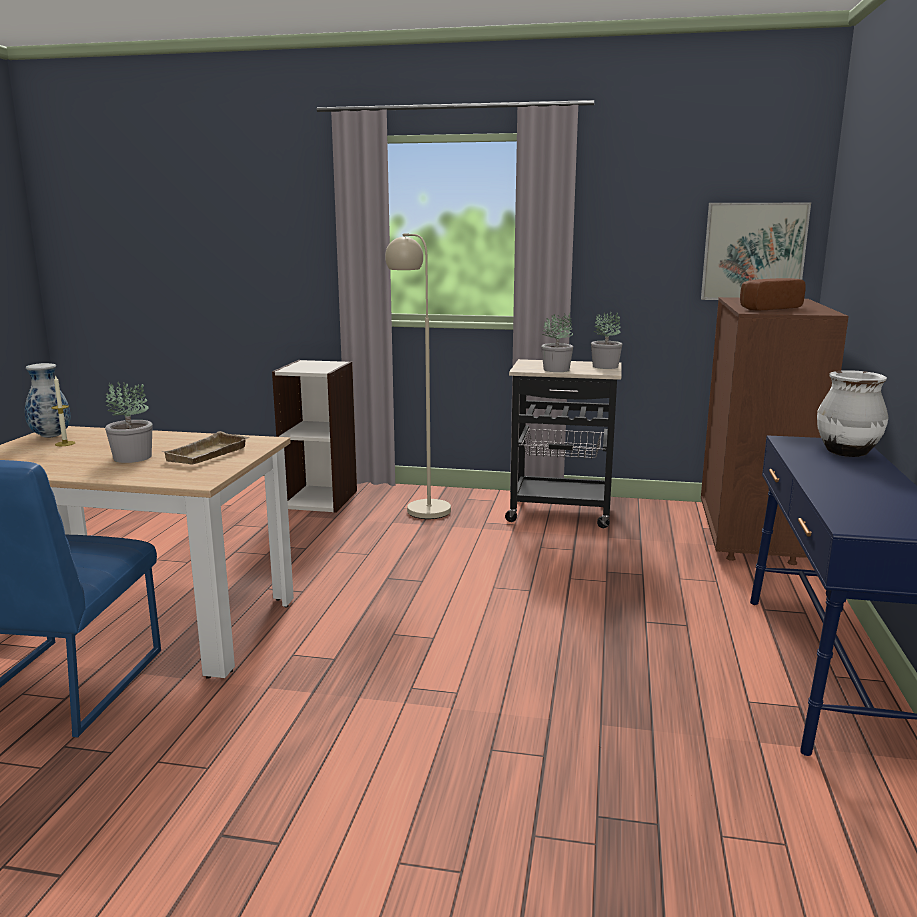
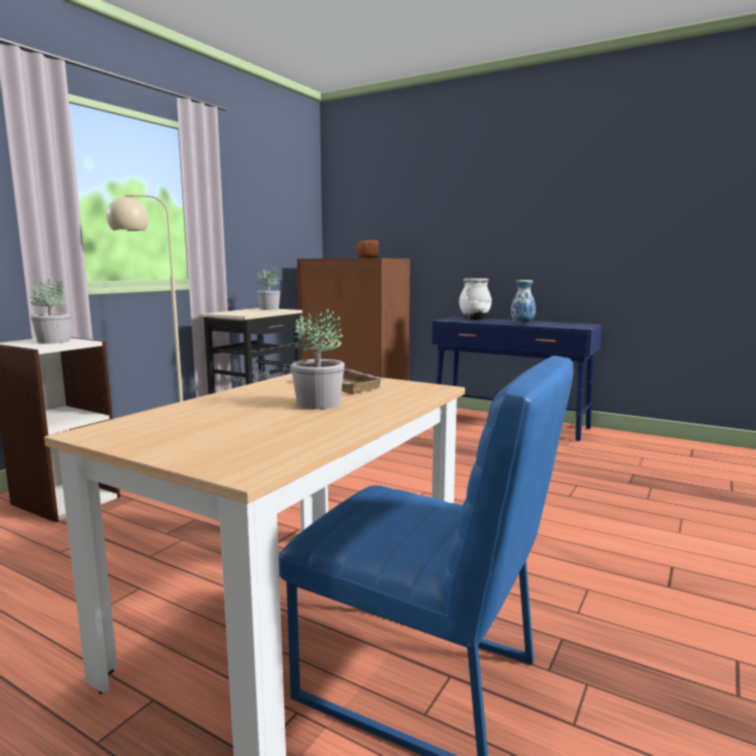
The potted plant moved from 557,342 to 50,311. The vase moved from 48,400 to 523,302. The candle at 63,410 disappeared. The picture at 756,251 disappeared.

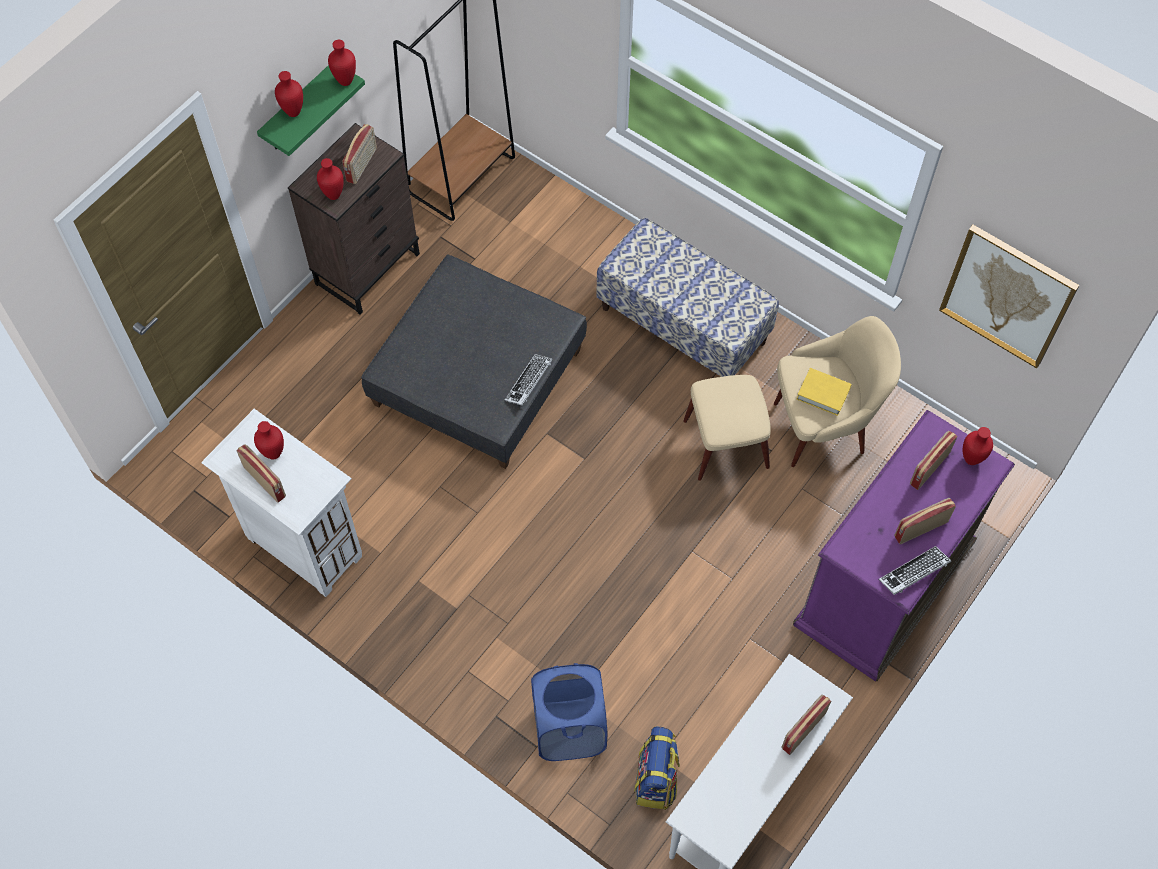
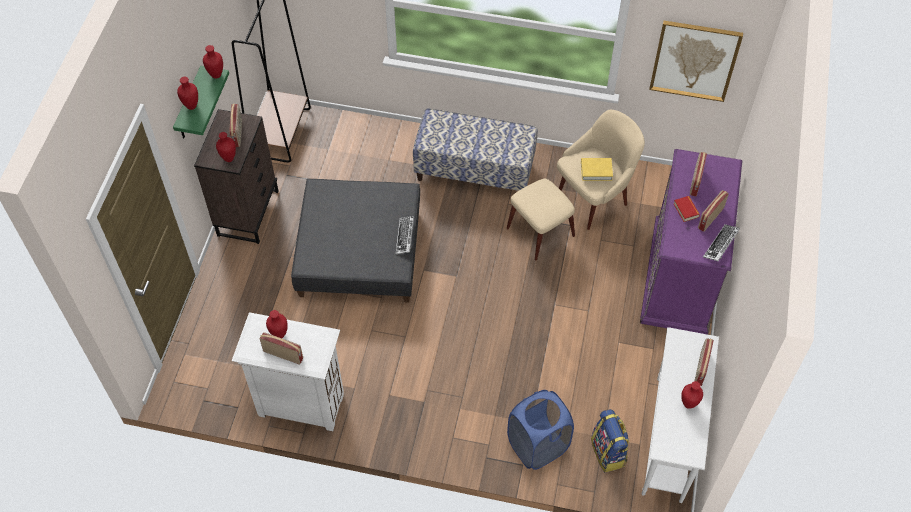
The book at 687,209 appeared. The red vase moved from 978,446 to 692,395.

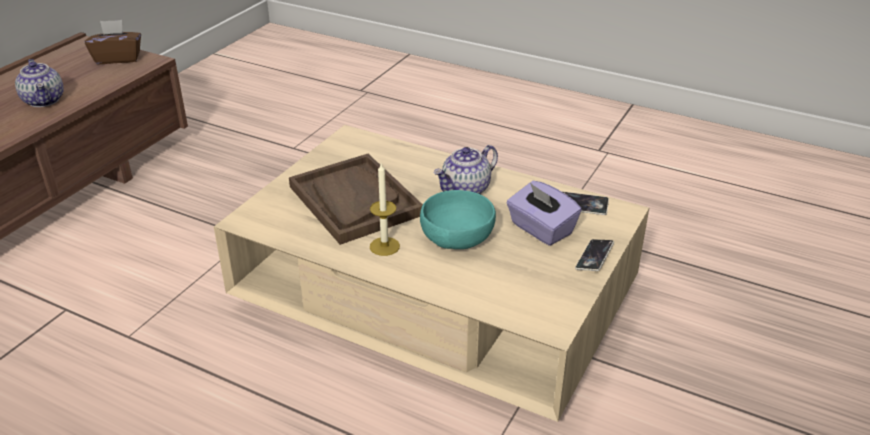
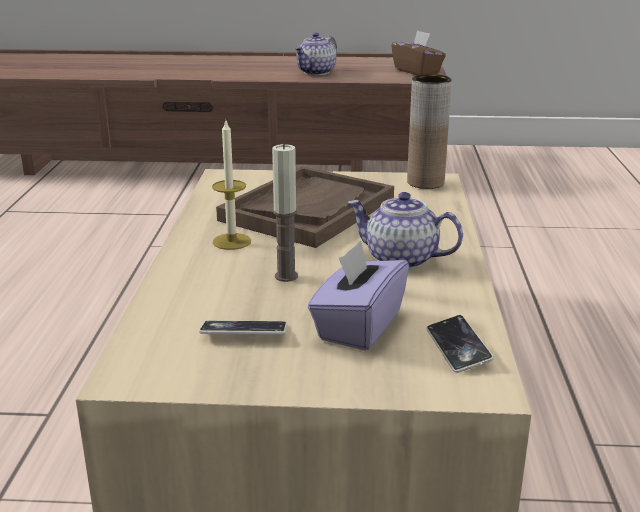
The phone moved from 594,255 to 243,328. The turquoise bowl at 458,219 was replaced by the candle at 285,212. The brown vase at 429,131 appeared.

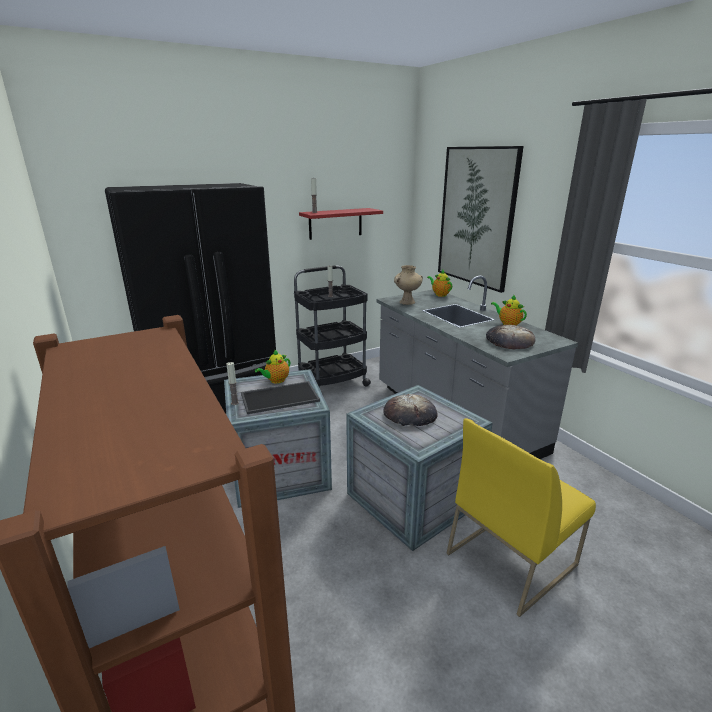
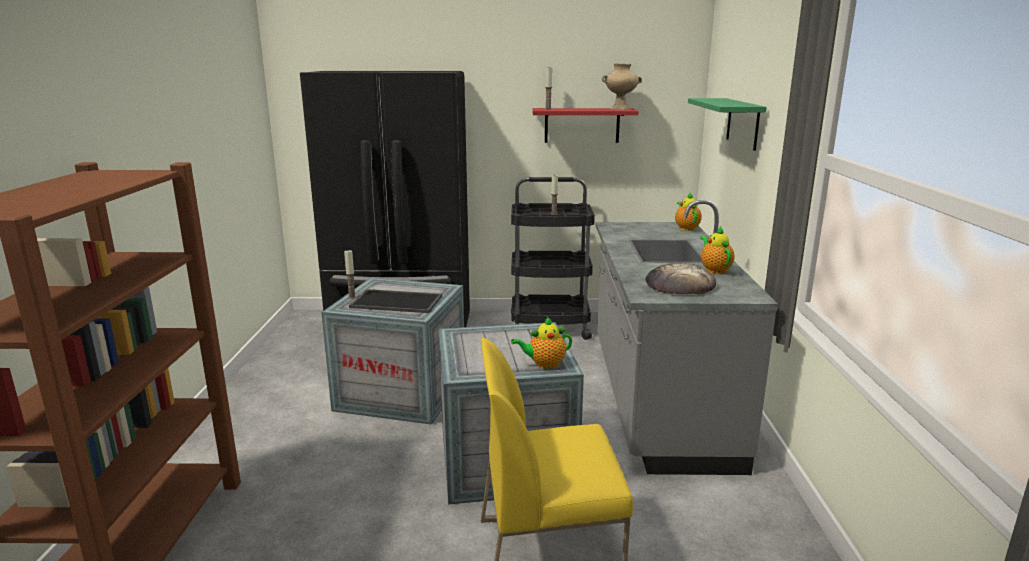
The teapot moved from 272,367 to 541,343. The beige vase moved from 408,285 to 622,87. The picture at 481,219 was replaced by the green shelf at 727,124. The bread at 410,410 disappeared.

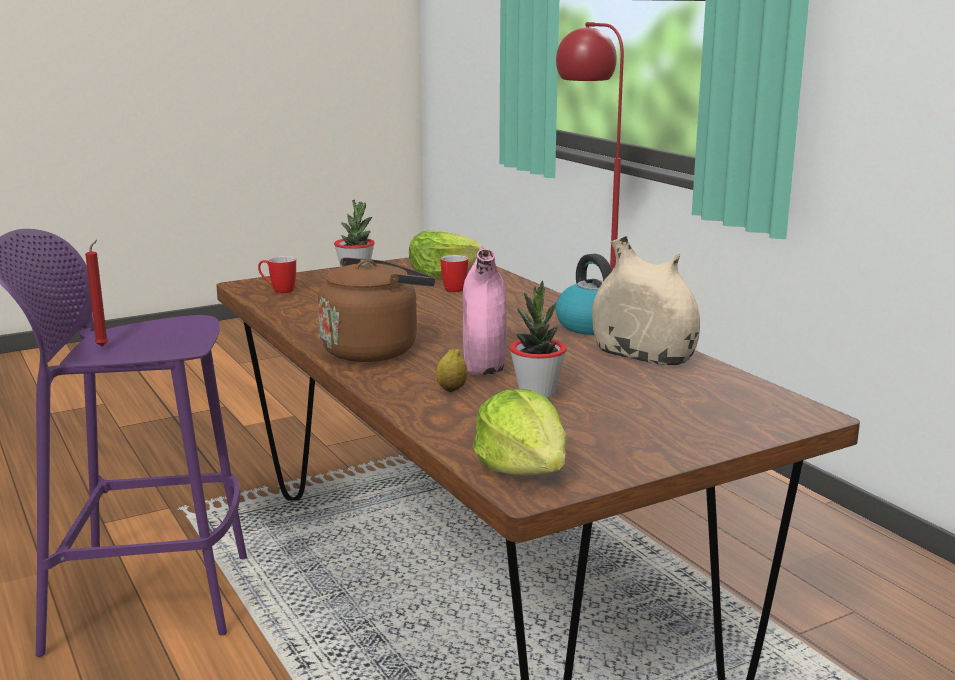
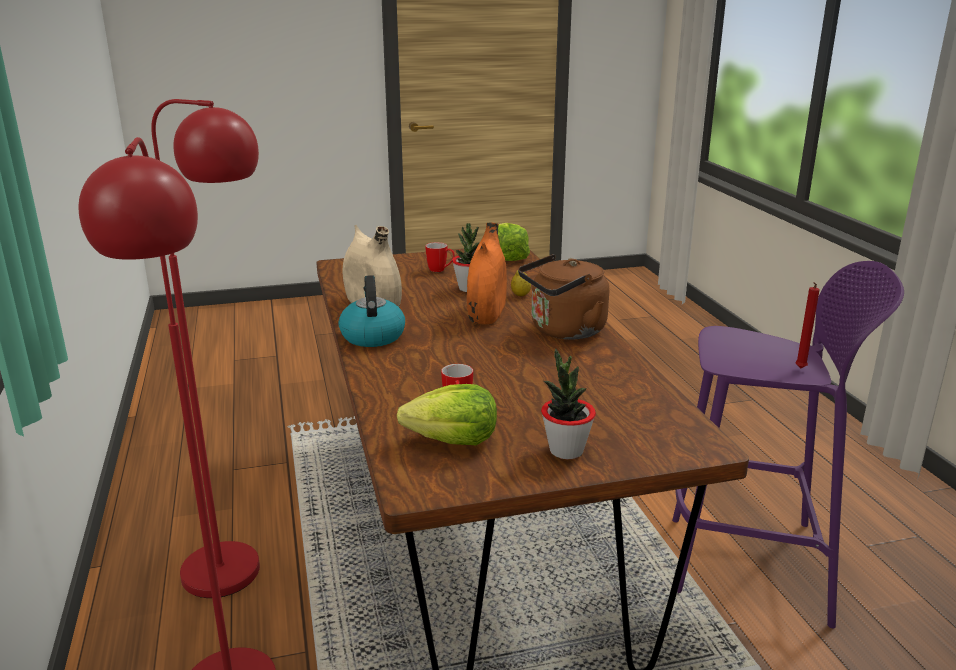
The red floor lamp at 205,348 appeared. The mug moved from 277,274 to 440,257. The pink vase at 485,310 became the orange vase at 487,273.

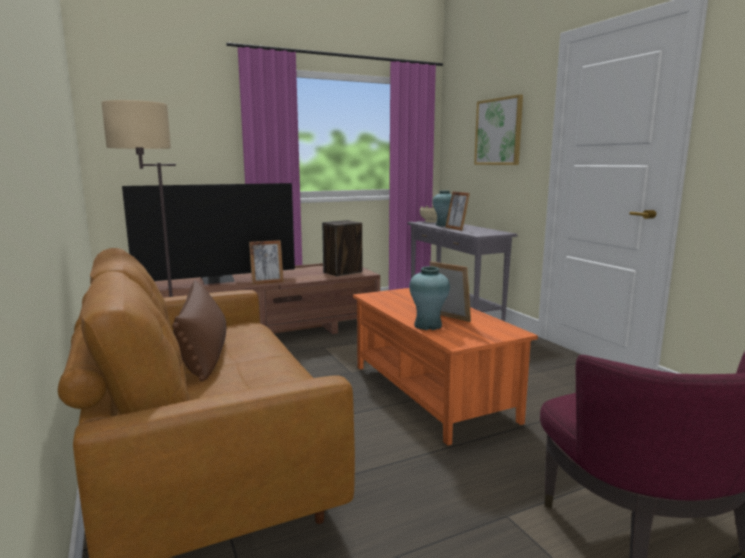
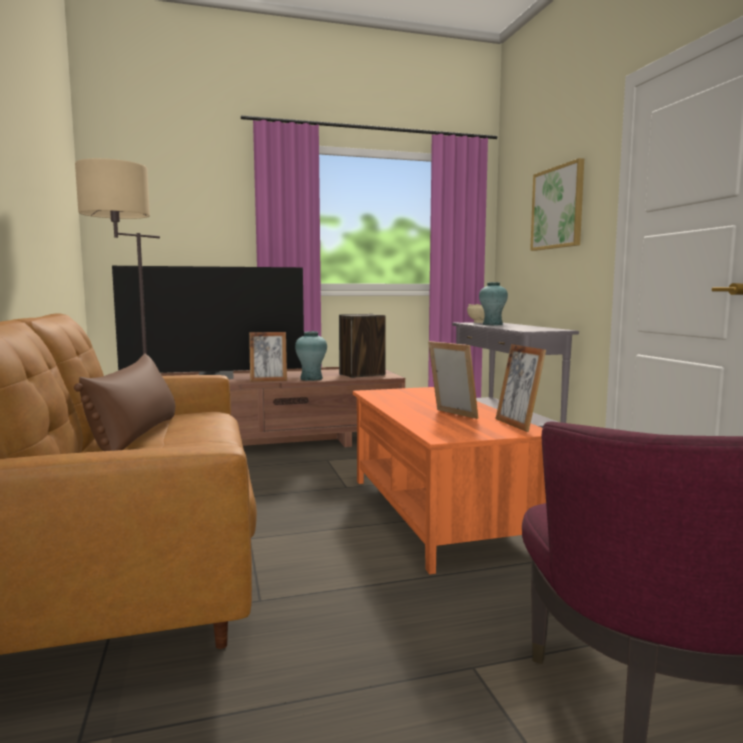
The turquoise vase moved from 429,298 to 311,356. The picture frame moved from 457,211 to 520,388.

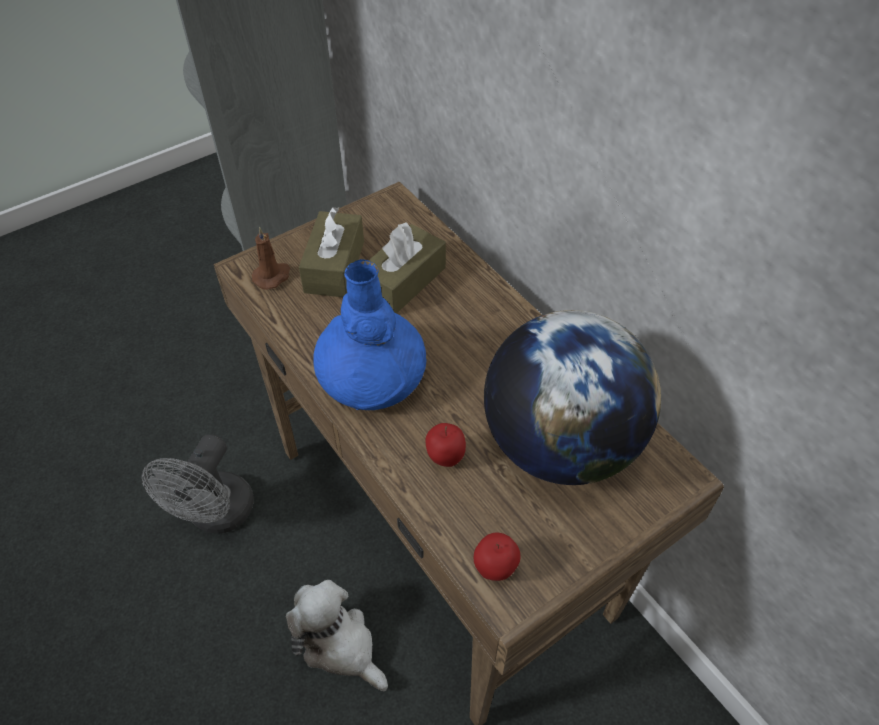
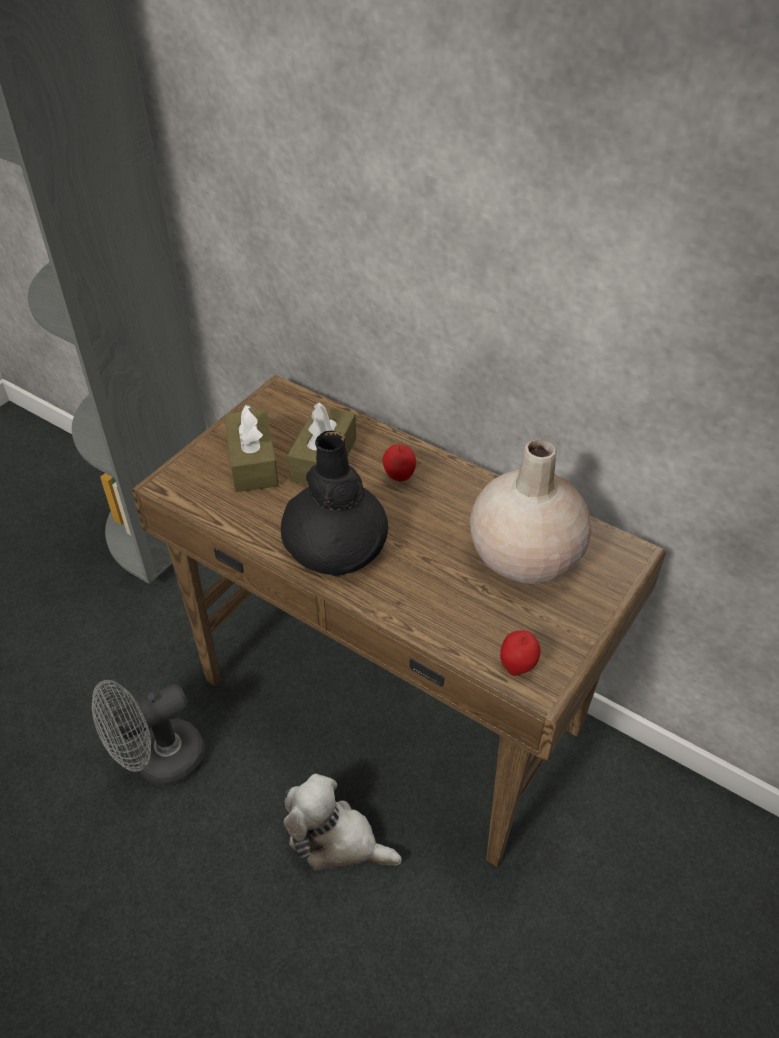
The grey fan at 198,484 turned 60 degrees clockwise. The blue vase at 370,334 became the black vase at 334,503. The apple moved from 445,445 to 399,462. The globe at 572,397 was replaced by the beige vase at 530,511. The brown candle at 271,258 disappeared.

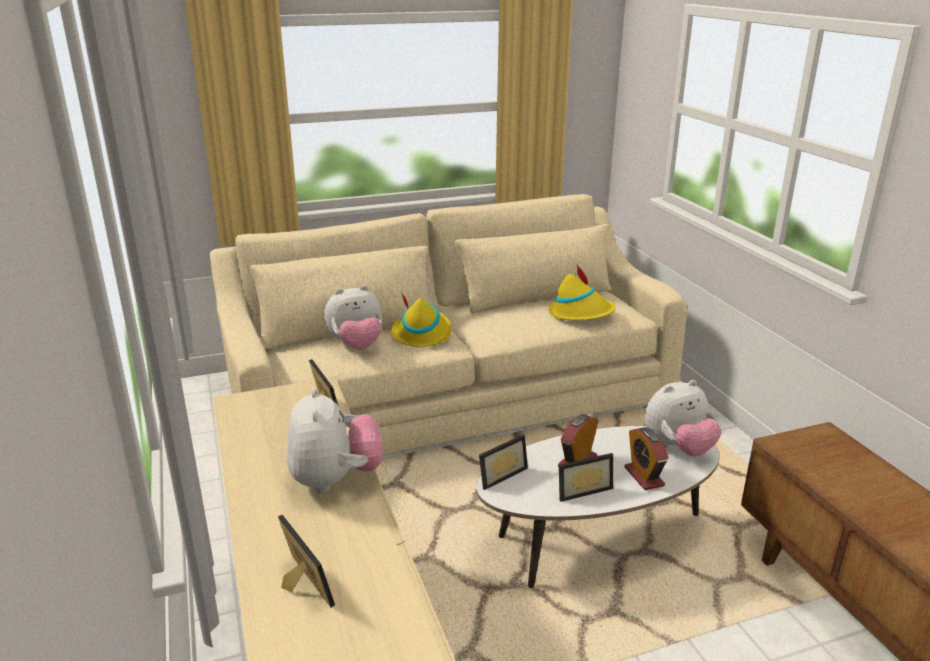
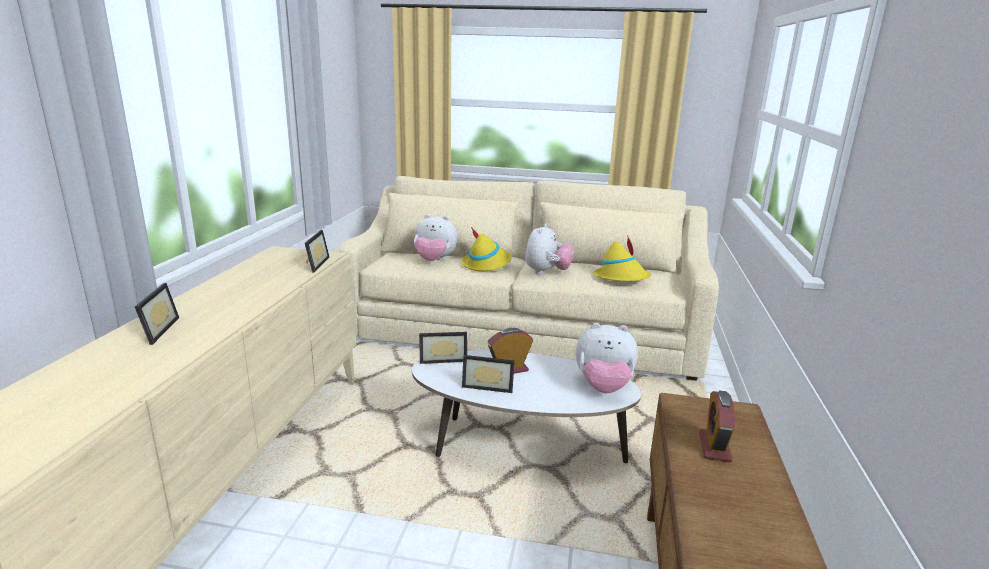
The plush toy moved from 335,440 to 549,249. The alarm clock moved from 646,458 to 717,426.

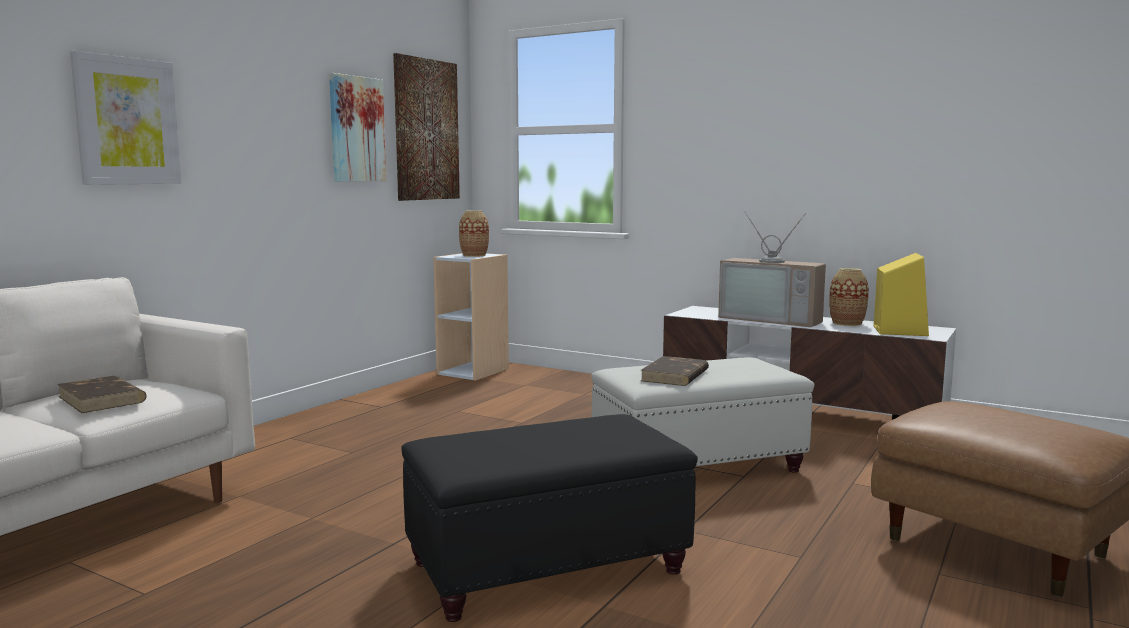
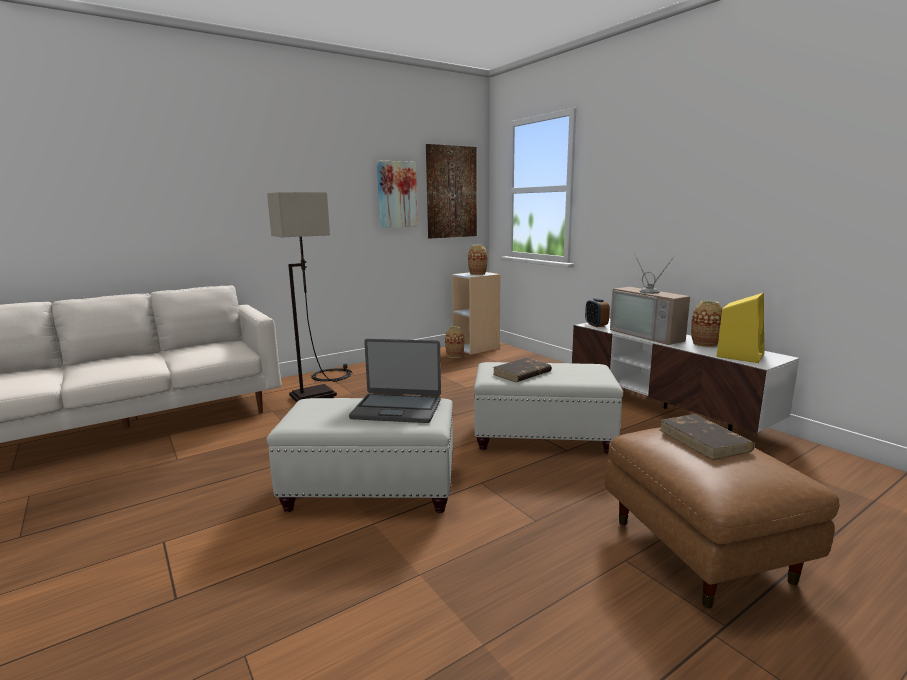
The black ottoman at 549,518 became the white ottoman at 359,455. The floor lamp at 309,297 appeared. The laptop at 395,381 appeared. The vase at 455,342 appeared. The alarm clock at 597,312 appeared. The brown book moved from 102,394 to 707,437. The picture at 125,118 disappeared.

